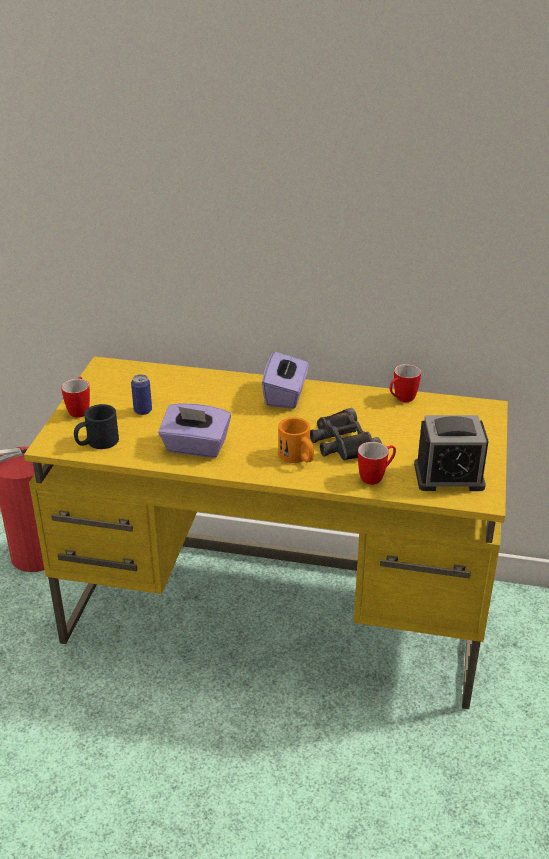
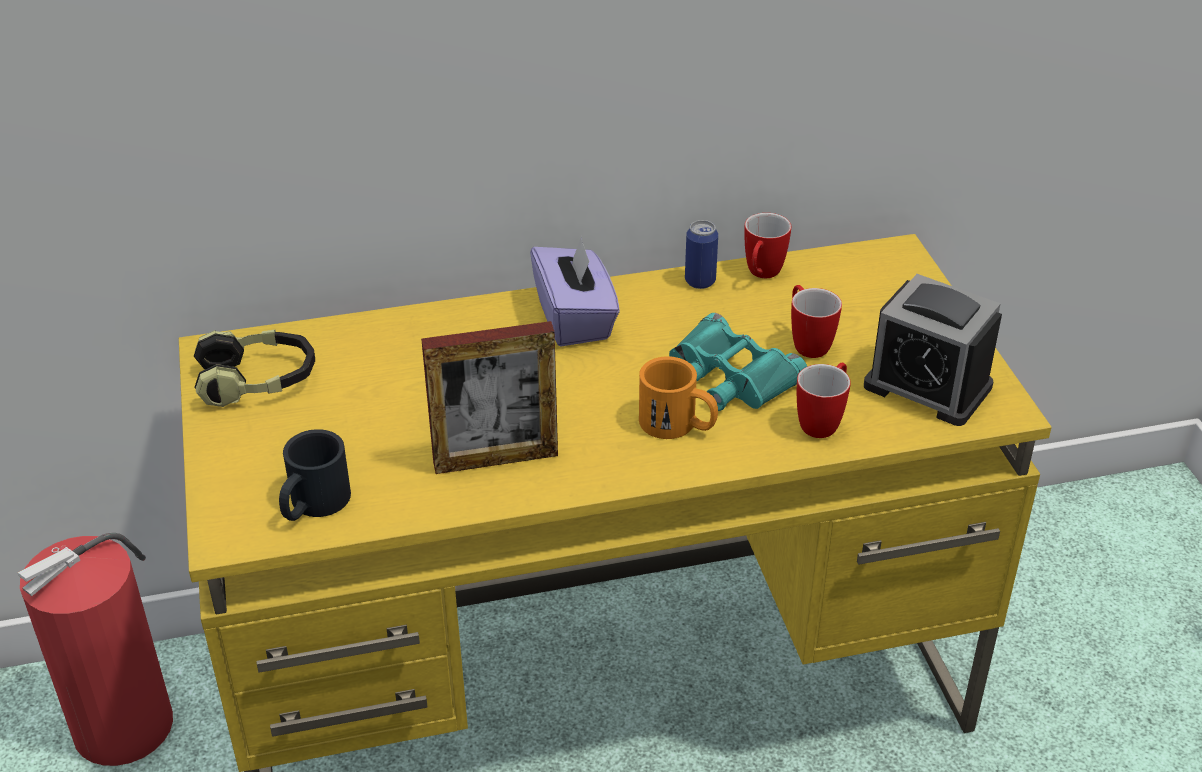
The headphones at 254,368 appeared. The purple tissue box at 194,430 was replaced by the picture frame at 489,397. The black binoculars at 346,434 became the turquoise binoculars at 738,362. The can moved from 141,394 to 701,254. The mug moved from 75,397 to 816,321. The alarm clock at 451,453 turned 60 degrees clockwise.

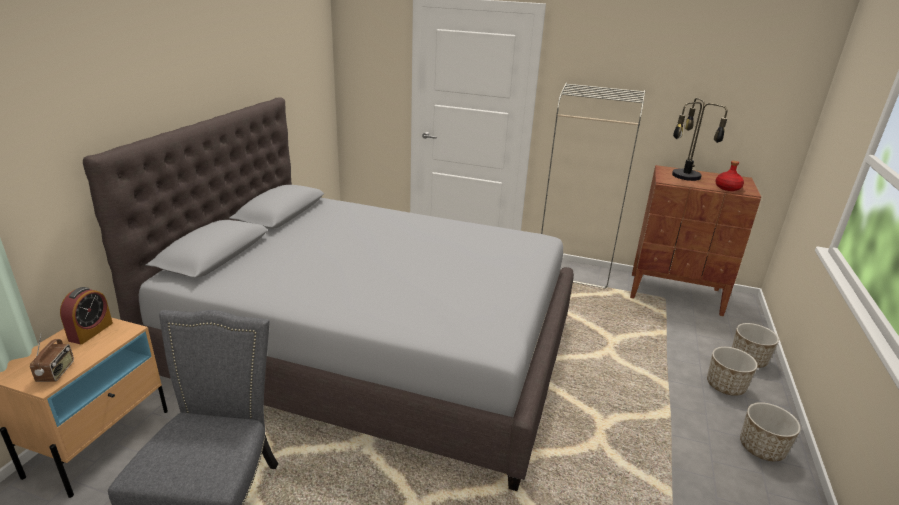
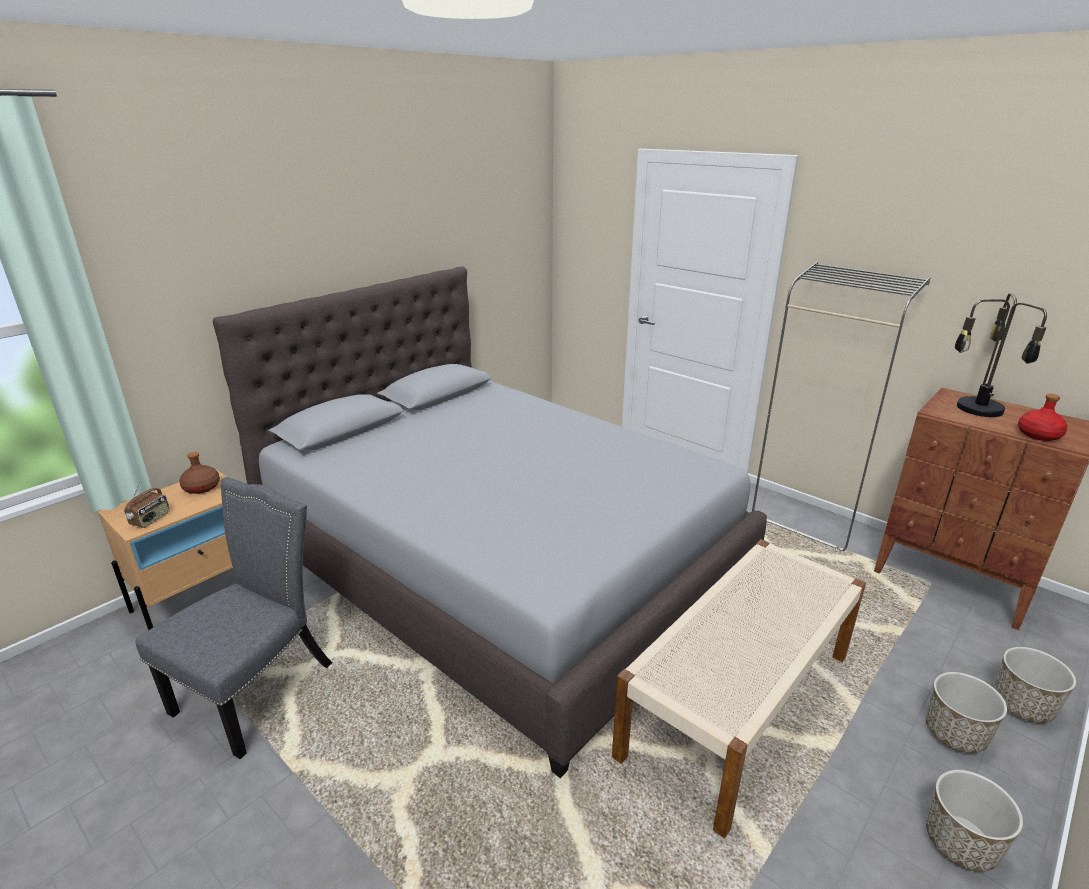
The alarm clock at 86,315 was replaced by the brown bottle at 199,473. The beige bench at 739,688 appeared.

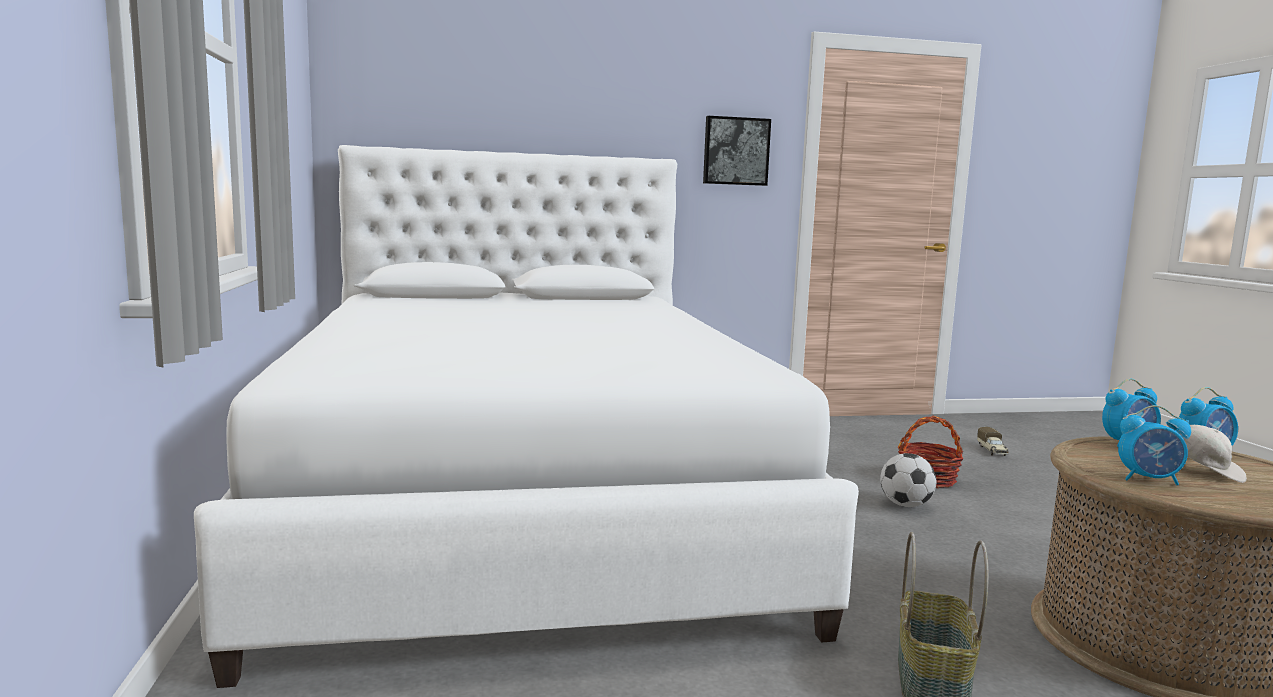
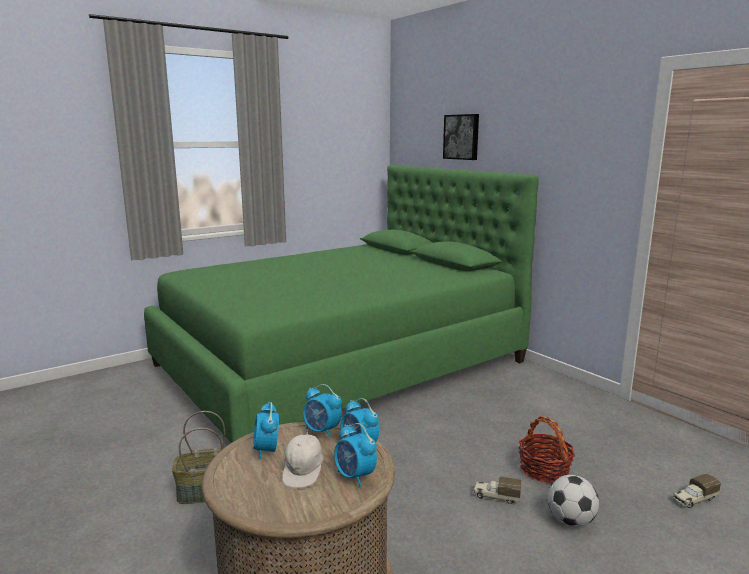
The white bed at 526,416 became the green bed at 341,304. The alarm clock at 322,411 appeared. The picture moved from 737,151 to 461,137. The toy truck at 497,490 appeared. The football moved from 908,480 to 573,501.

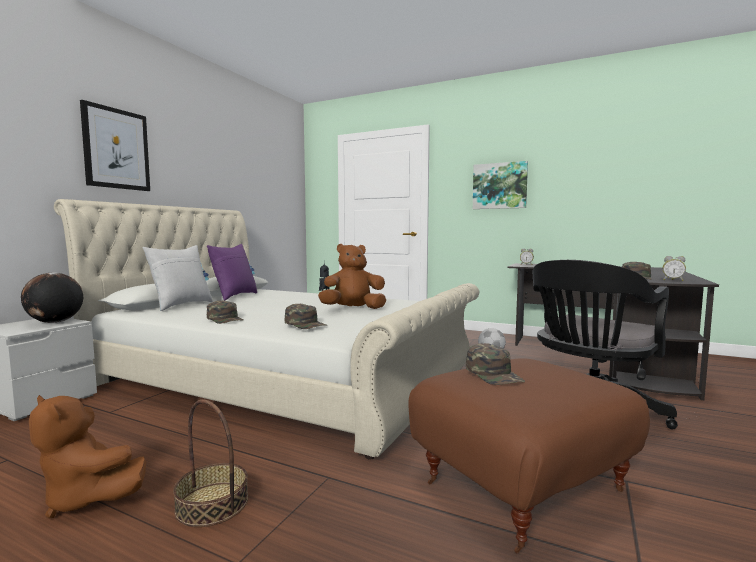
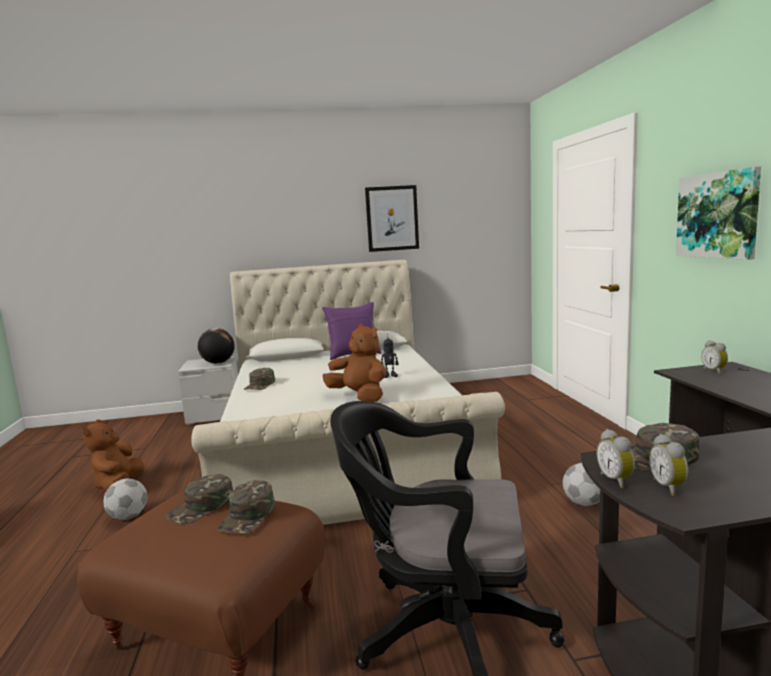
The basket at 210,463 was replaced by the football at 125,499. The green cap moved from 306,316 to 246,507. The picture moved from 115,145 to 392,218. The alarm clock at 615,458 appeared. The grey pillow at 178,278 disappeared.

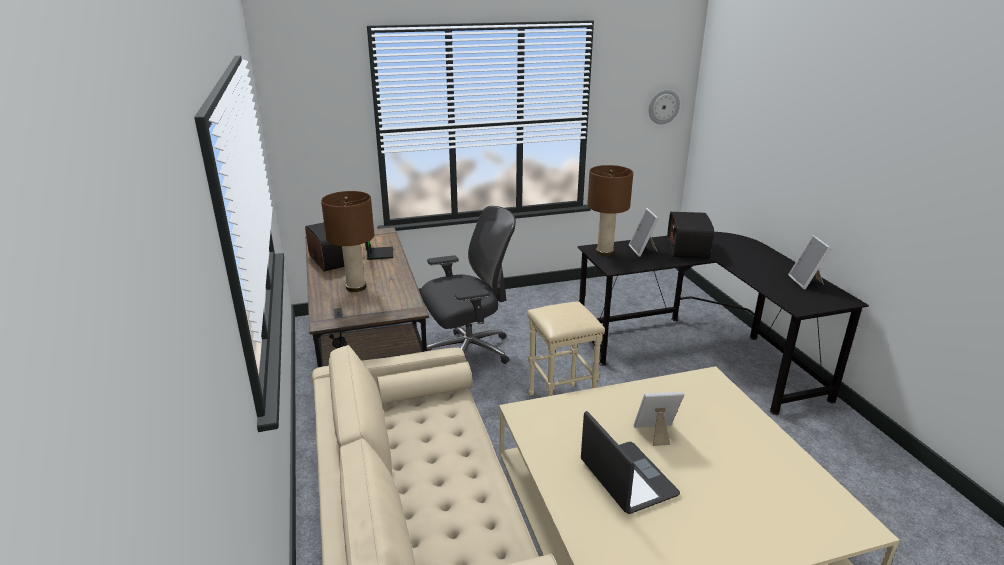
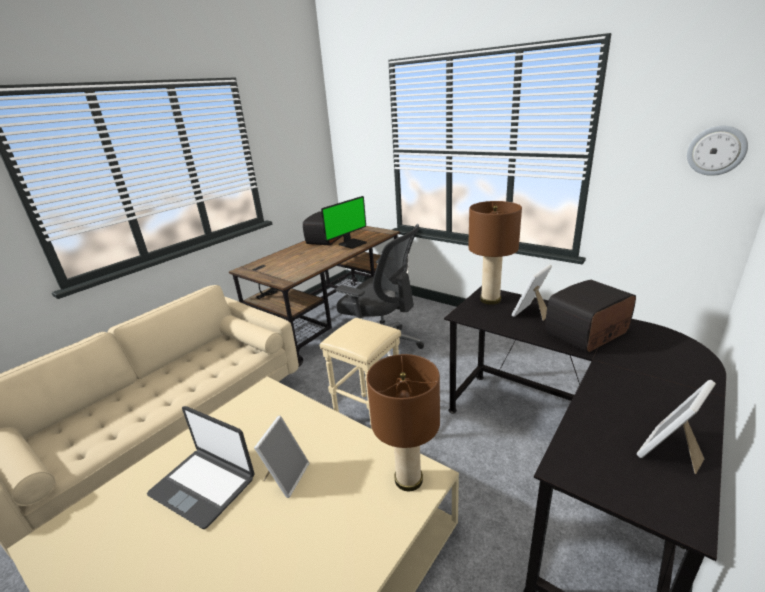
The laptop at 630,462 turned 90 degrees clockwise. The picture frame at 659,419 turned 60 degrees clockwise. The brown table lamp moved from 347,241 to 403,422.

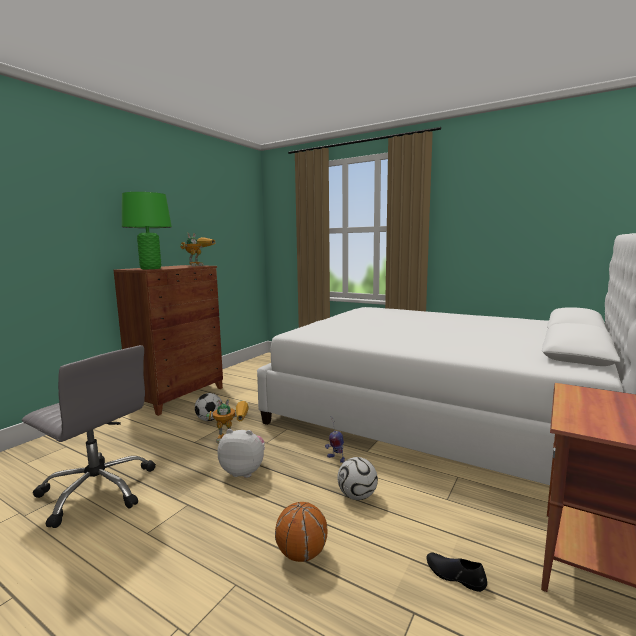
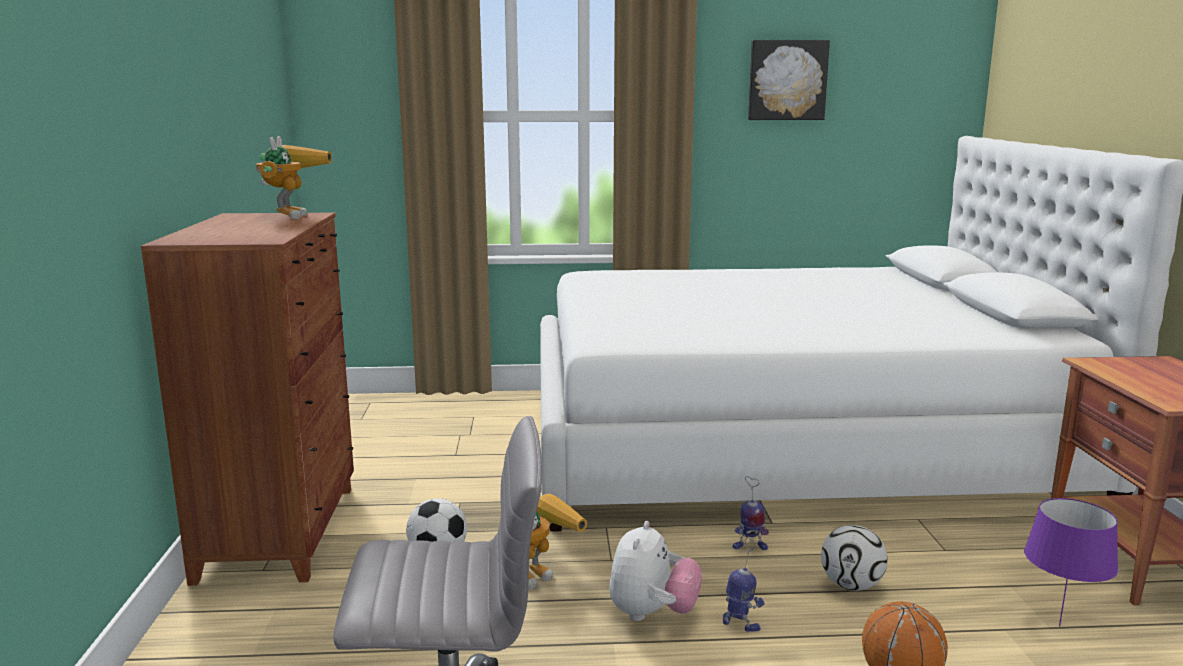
The plush toy at 241,453 turned 135 degrees clockwise. The toy robot at 744,584 appeared. The picture at 789,80 appeared. The black shoe at 456,572 was replaced by the purple table lamp at 1071,562. The green table lamp at 147,230 disappeared.

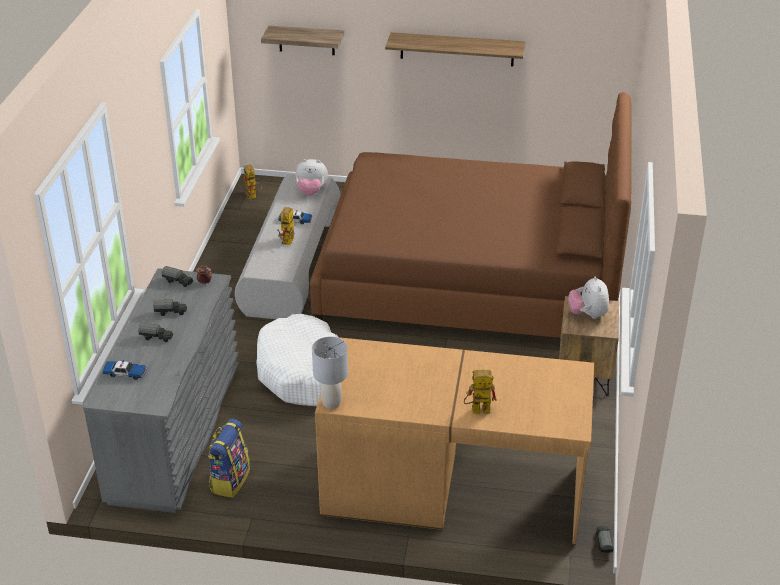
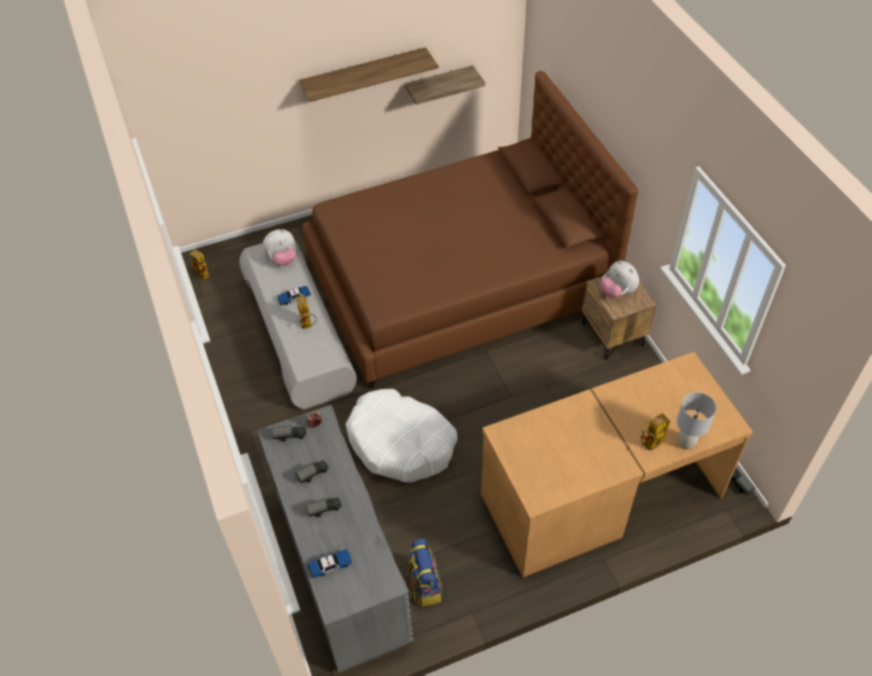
The shelf moved from 302,40 to 445,85. The grey table lamp moved from 330,373 to 696,421.

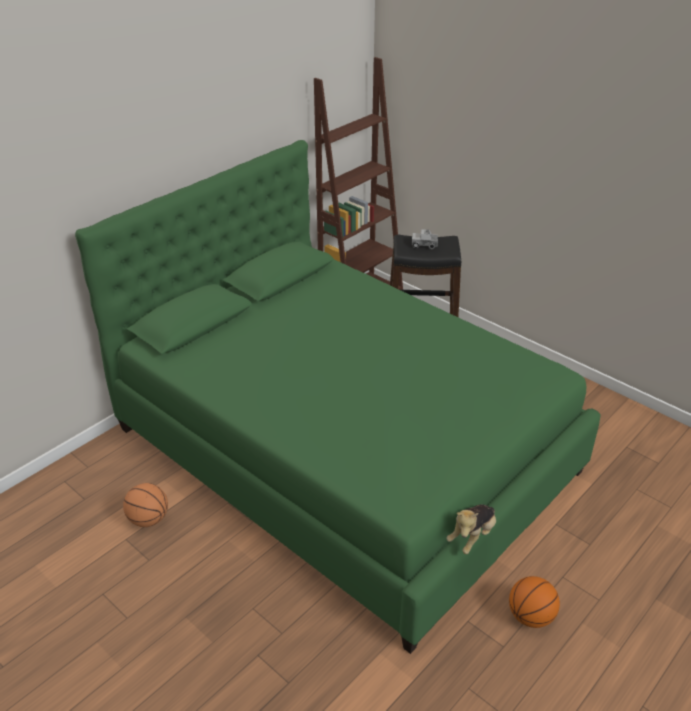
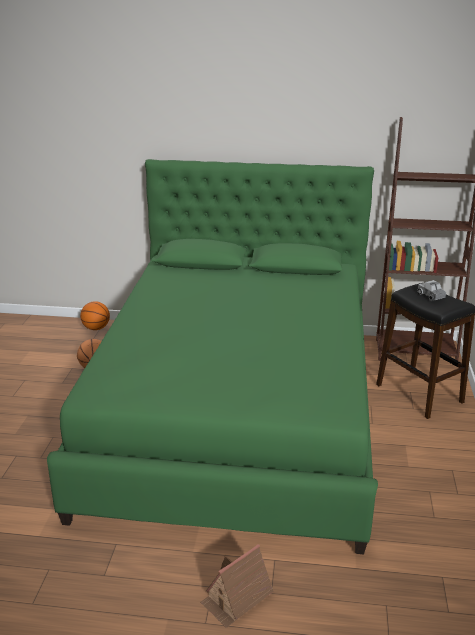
The basketball moved from 534,602 to 95,315. The toy house at 237,586 appeared. The plush toy at 471,529 disappeared.

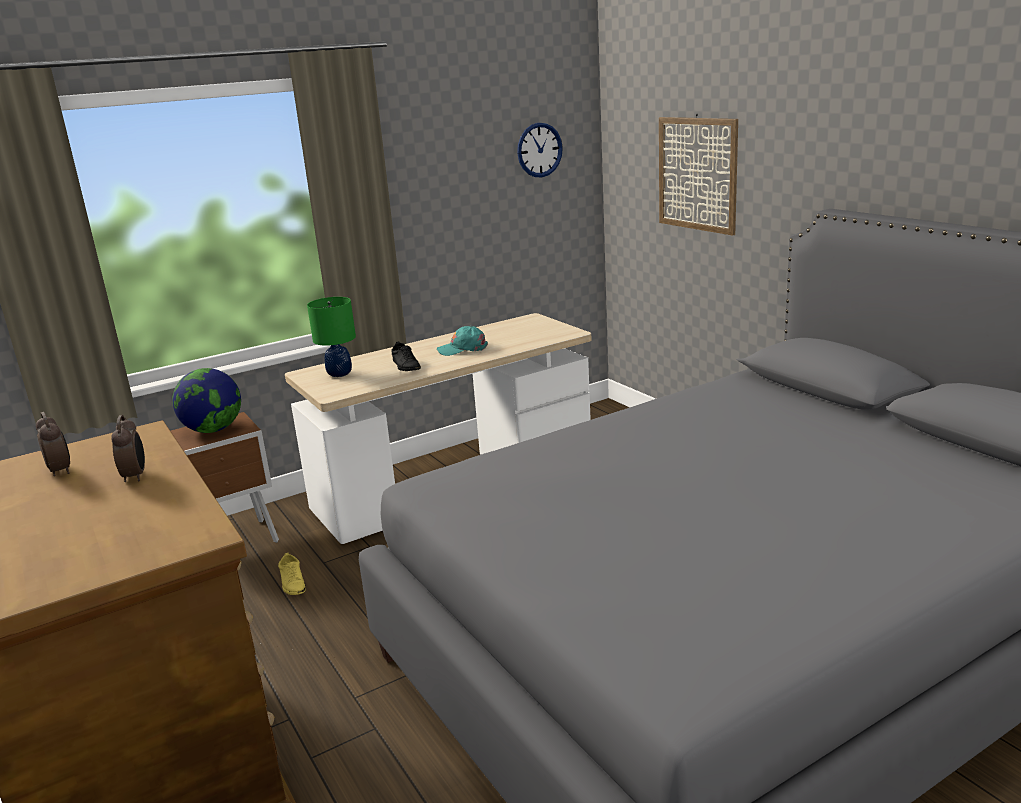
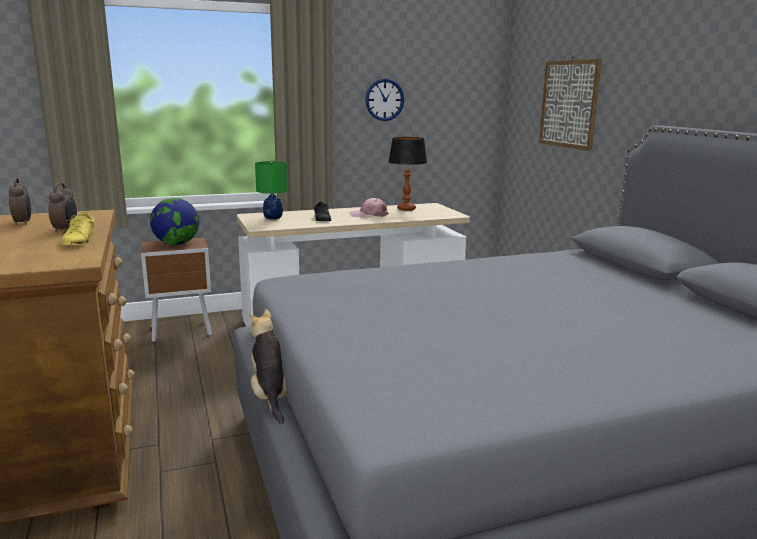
The yellow shoe moved from 292,574 to 78,228. The plush toy at 268,366 appeared. The turquoise cap at 462,341 became the pink cap at 369,207. The wall clock moved from 540,150 to 384,99. The table lamp at 407,174 appeared.

